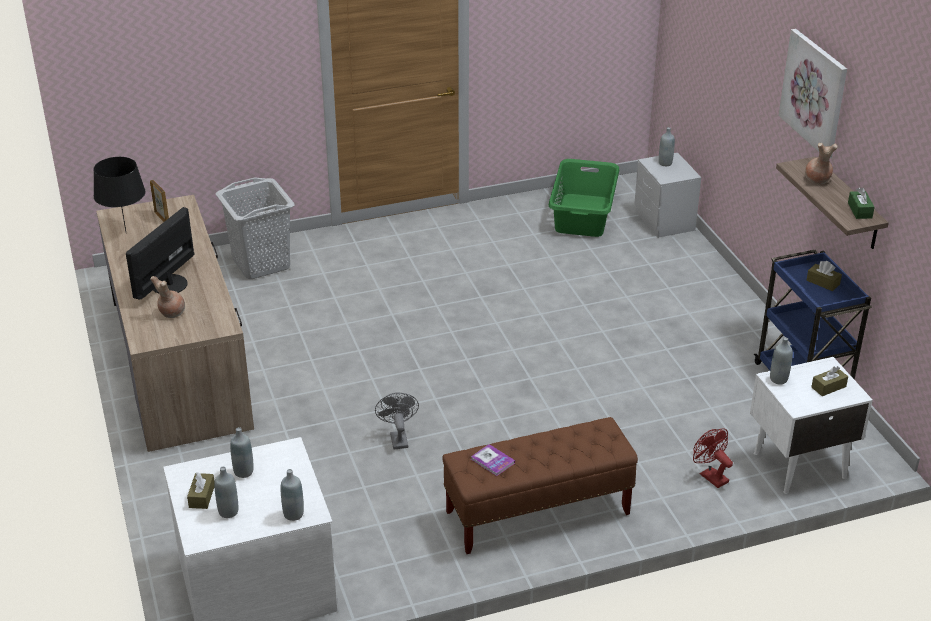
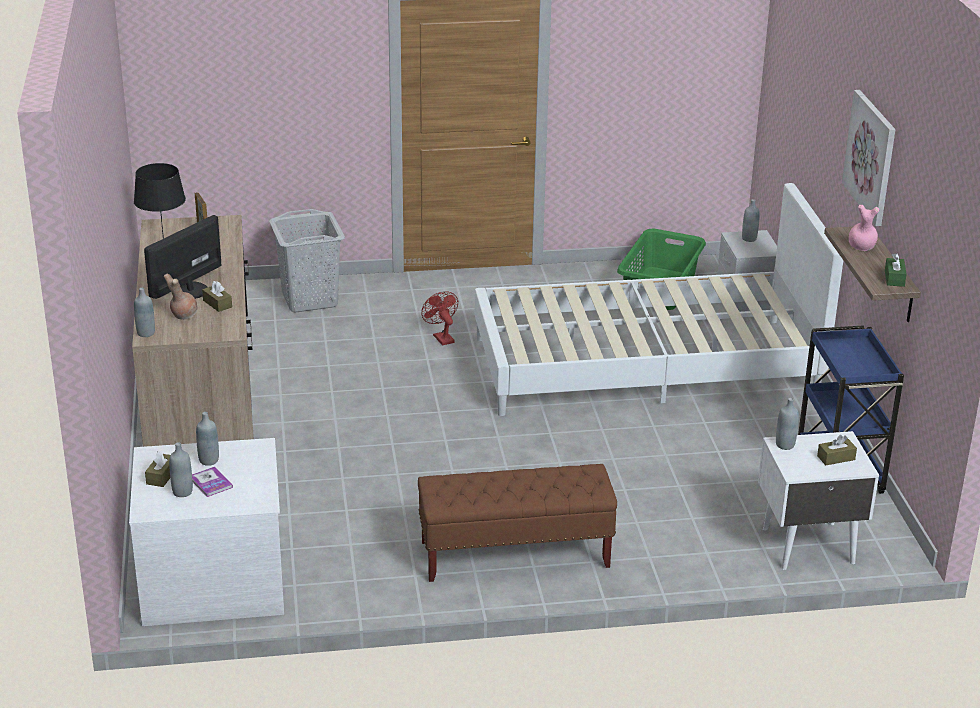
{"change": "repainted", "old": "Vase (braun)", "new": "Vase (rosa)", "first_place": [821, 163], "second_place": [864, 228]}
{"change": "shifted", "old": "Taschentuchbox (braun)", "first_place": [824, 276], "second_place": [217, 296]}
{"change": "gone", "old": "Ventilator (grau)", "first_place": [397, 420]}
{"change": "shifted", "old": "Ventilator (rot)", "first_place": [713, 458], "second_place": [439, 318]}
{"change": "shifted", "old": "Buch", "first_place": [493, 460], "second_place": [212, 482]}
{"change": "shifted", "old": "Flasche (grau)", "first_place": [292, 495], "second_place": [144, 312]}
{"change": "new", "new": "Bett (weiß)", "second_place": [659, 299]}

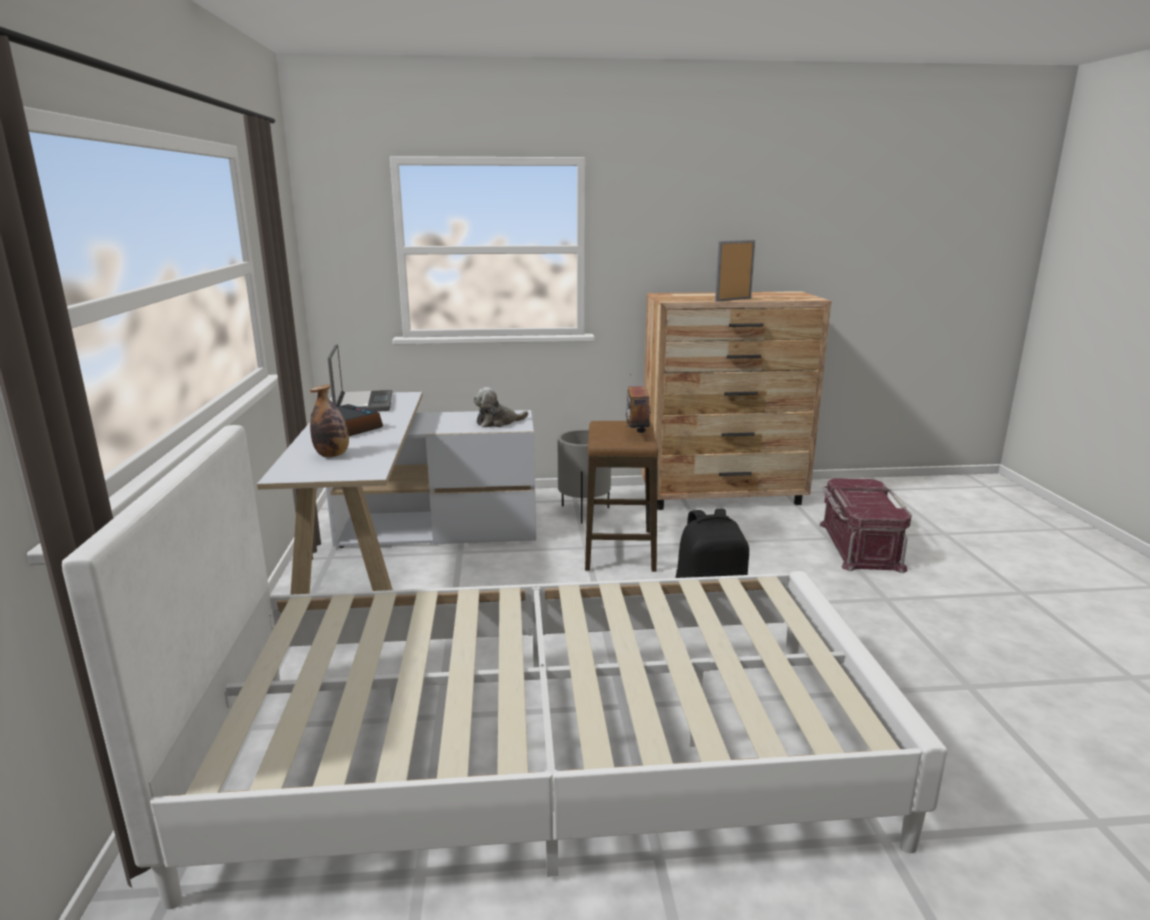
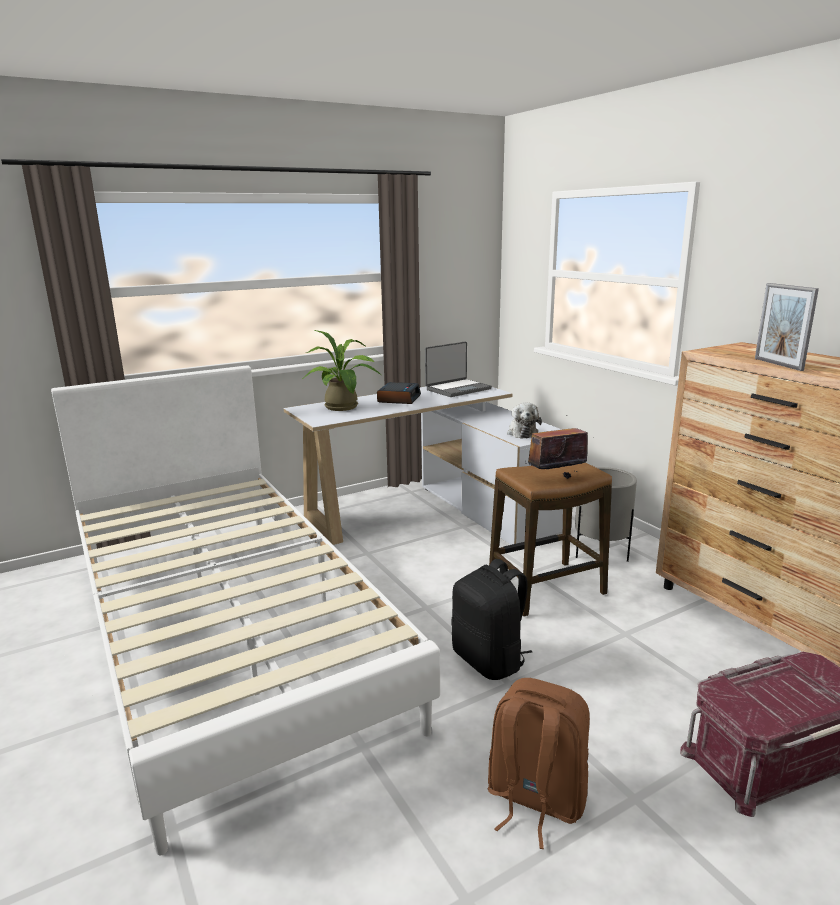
{"change": "rotated", "old": "Bilderrahmen", "first_place": [735, 271], "second_place": [787, 327], "degrees": -135}
{"change": "swapped", "old": "Flasche", "new": "Topfpflanze", "first_place": [329, 421], "second_place": [341, 370]}
{"change": "rotated", "old": "Plüschtier", "first_place": [500, 407], "second_place": [524, 420], "degrees": -135}
{"change": "new", "new": "Rucksack (braun)", "second_place": [538, 763]}

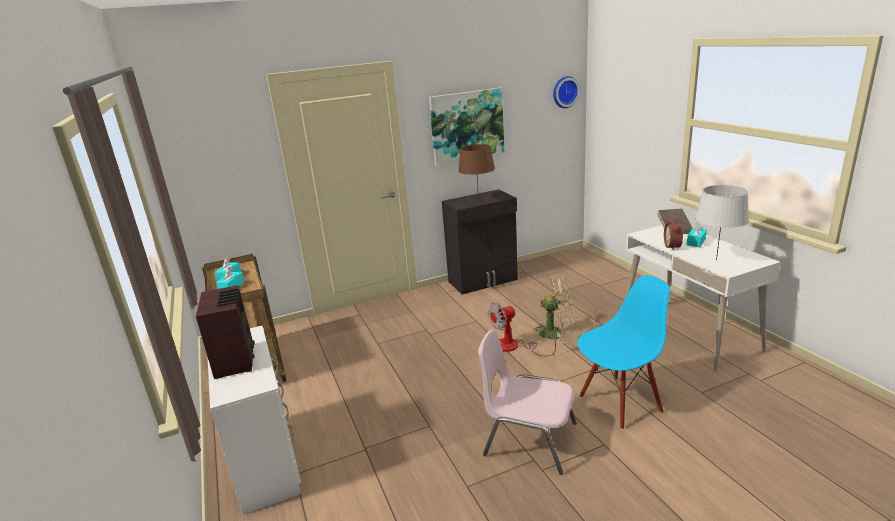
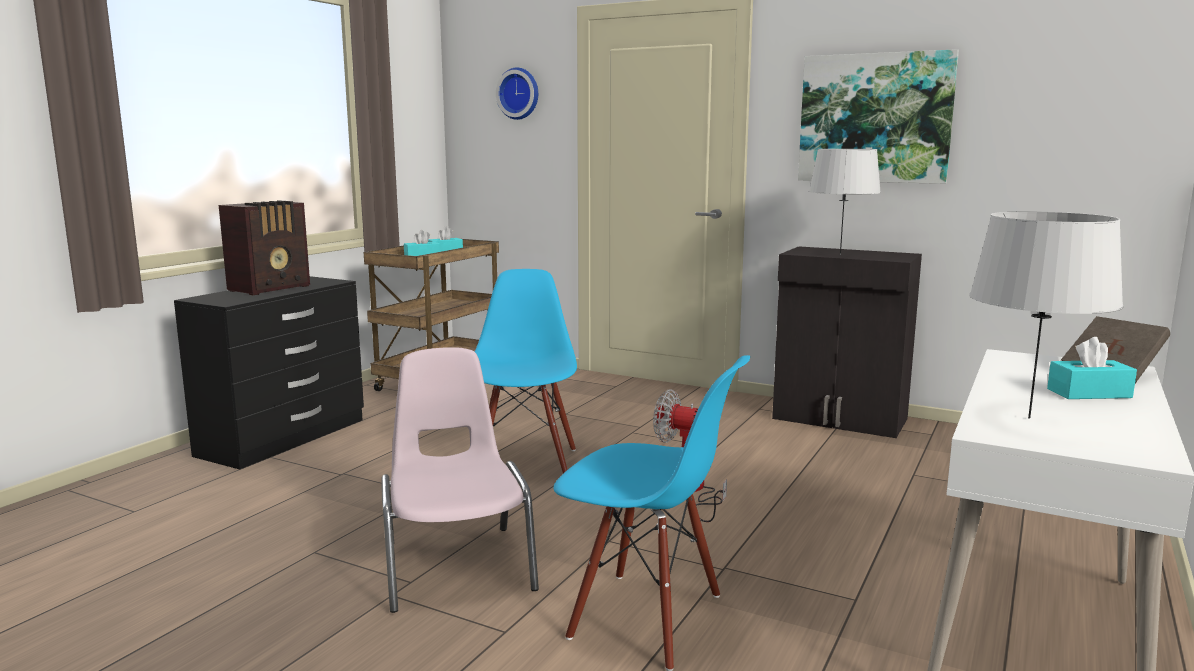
{"change": "shifted", "old": "Wanduhr", "first_place": [566, 92], "second_place": [517, 93]}
{"change": "repainted", "old": "Tischlampe (braun)", "new": "Tischlampe (grau)", "first_place": [477, 173], "second_place": [845, 202]}
{"change": "gone", "old": "Wecker", "first_place": [673, 234]}
{"change": "gone", "old": "Ventilator (grün)", "first_place": [552, 309]}
{"change": "repainted", "old": "Kommode (weiß)", "new": "Kommode (schwarz)", "first_place": [254, 420], "second_place": [269, 372]}
{"change": "new", "new": "Stuhl (blau)", "second_place": [526, 371]}

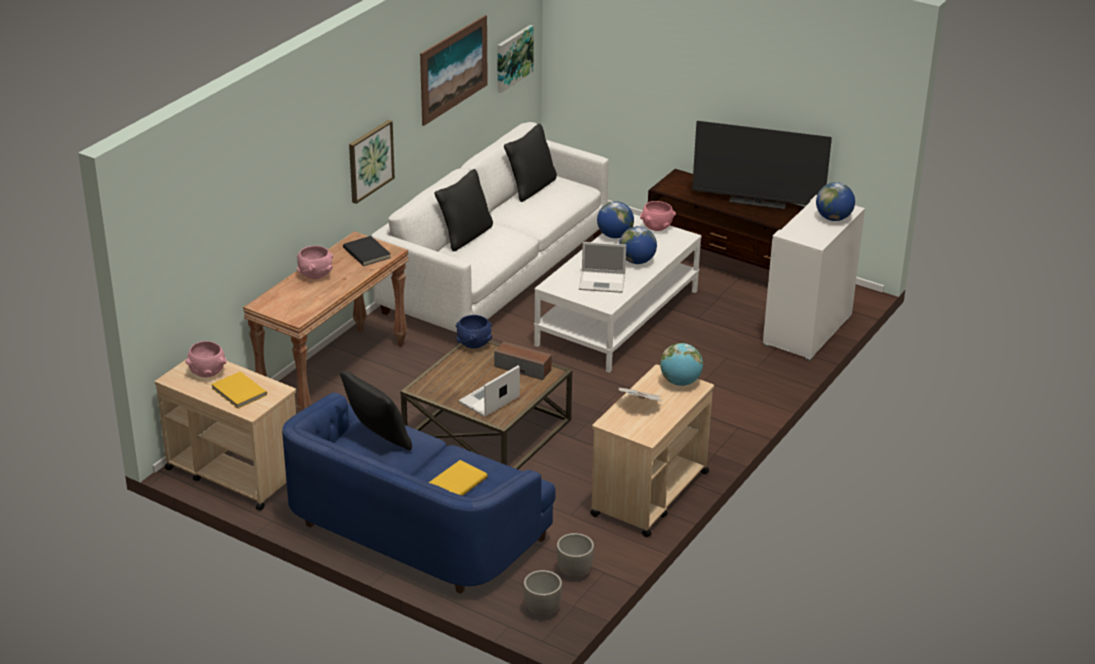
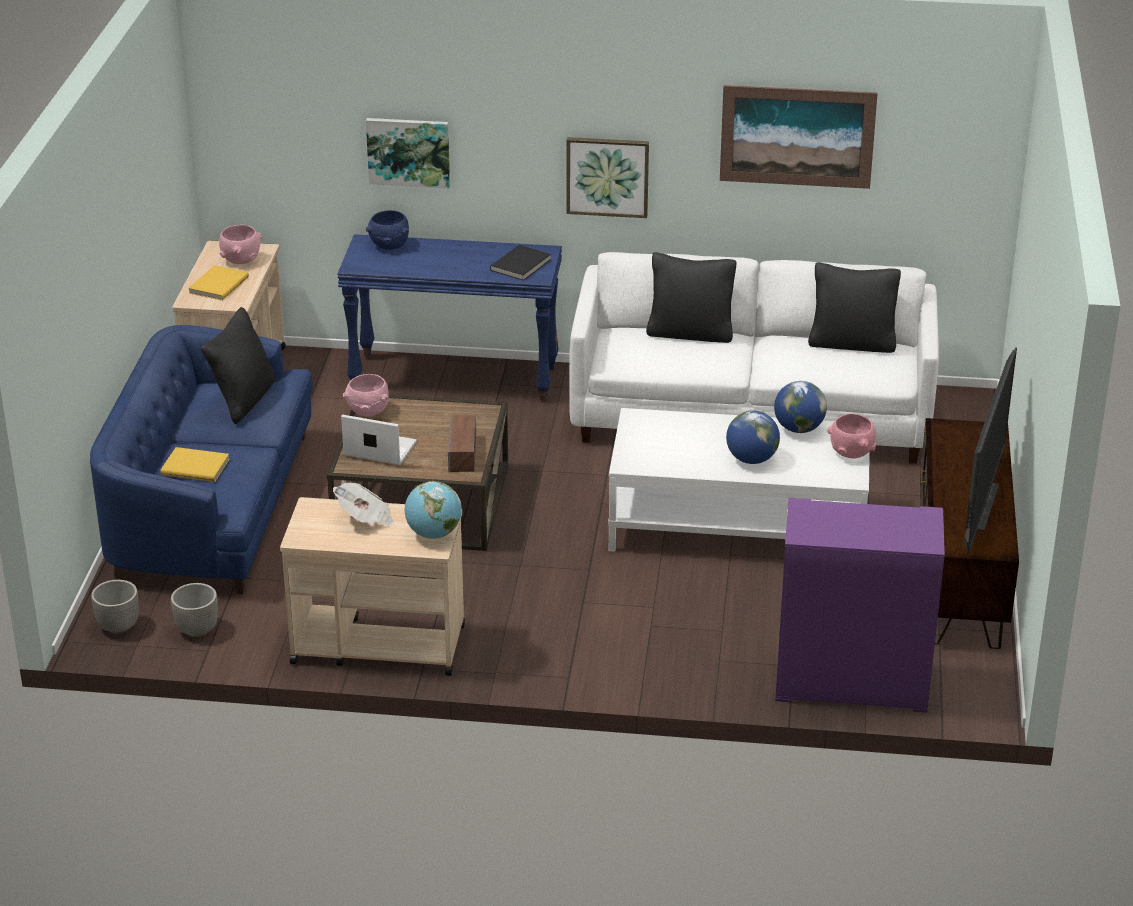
{"change": "shifted", "old": "Bild", "first_place": [516, 59], "second_place": [408, 153]}
{"change": "rotated", "old": "Fernseher", "first_place": [762, 165], "second_place": [990, 451], "degrees": -150}
{"change": "gone", "old": "Globus", "first_place": [835, 201]}
{"change": "repainted", "old": "Schrank (weiß)", "new": "Schrank (lila)", "first_place": [814, 277], "second_place": [860, 605]}
{"change": "repainted", "old": "Konsolentisch (braun)", "new": "Konsolentisch (blau)", "first_place": [326, 321], "second_place": [449, 318]}
{"change": "gone", "old": "Laptop", "first_place": [602, 267]}
{"change": "shifted", "old": "Schüssel (rosa)", "first_place": [315, 262], "second_place": [366, 395]}
{"change": "shifted", "old": "Schüssel (blau)", "first_place": [474, 332], "second_place": [387, 230]}

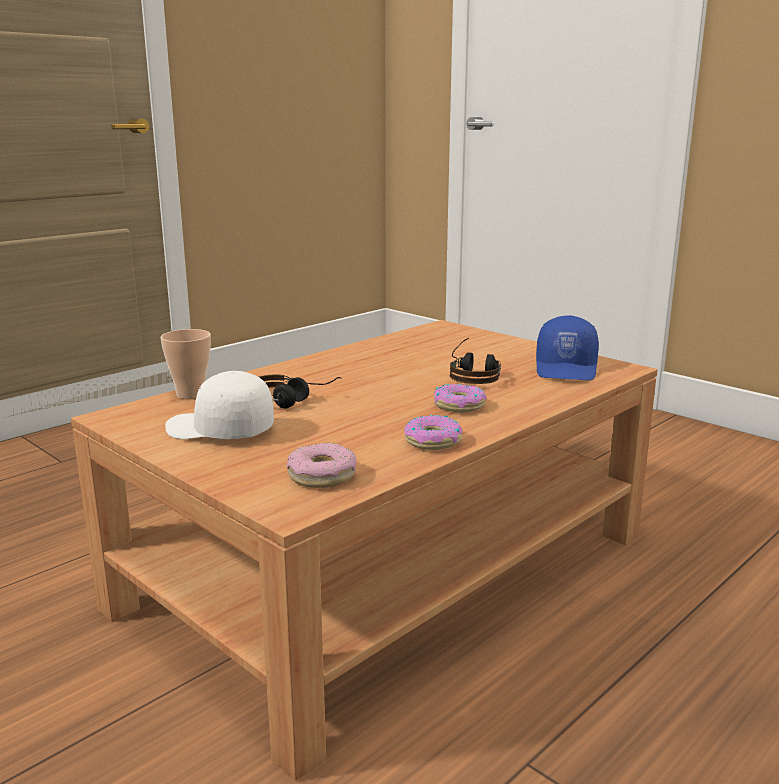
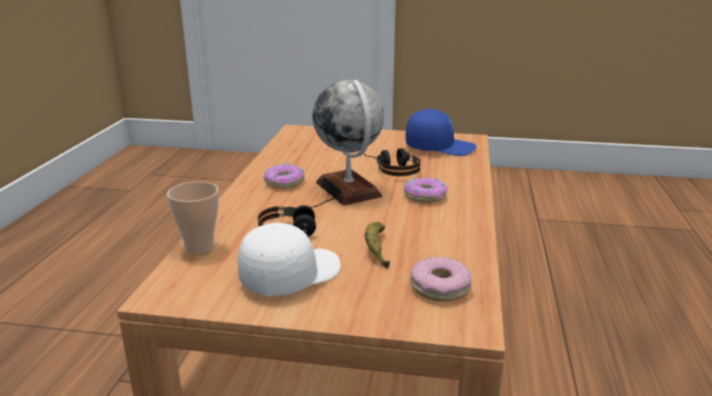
{"change": "rotated", "old": "Kappe (blau)", "first_place": [567, 347], "second_place": [441, 132], "degrees": -60}
{"change": "rotated", "old": "Kappe (weiß)", "first_place": [219, 405], "second_place": [289, 259], "degrees": 150}
{"change": "shifted", "old": "Donut", "first_place": [433, 432], "second_place": [284, 175]}
{"change": "new", "new": "Globus", "second_place": [348, 142]}
{"change": "new", "new": "Banane", "second_place": [377, 245]}

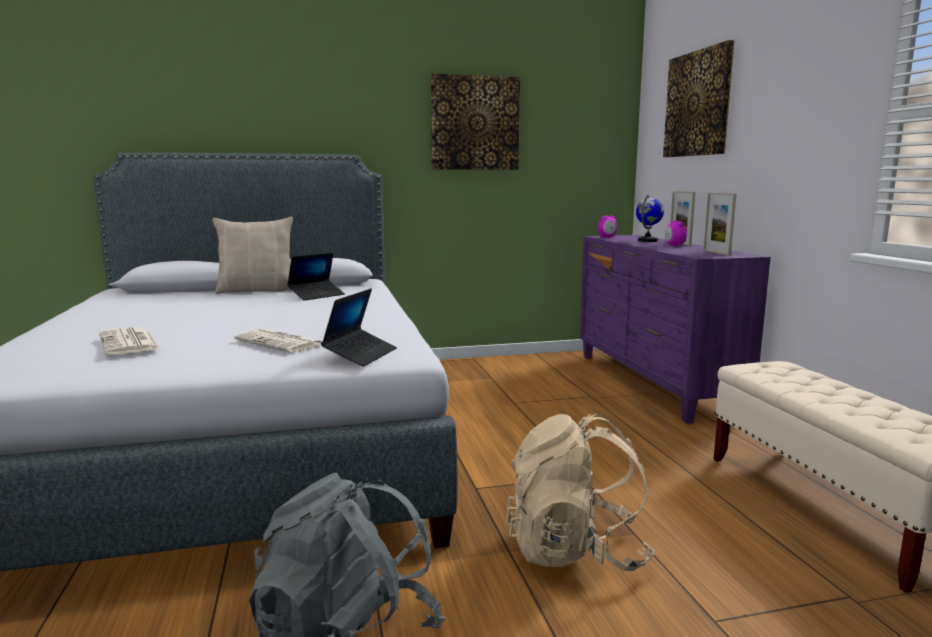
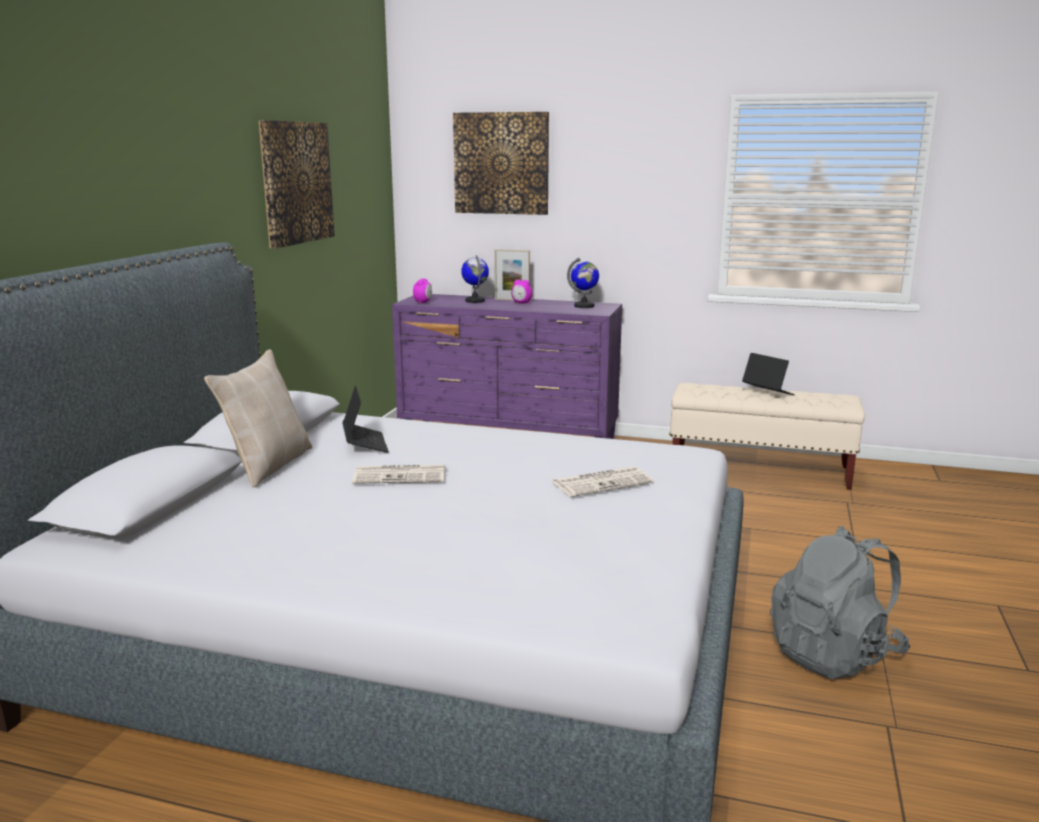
{"change": "swapped", "old": "Bilderrahmen", "new": "Globus", "first_place": [720, 224], "second_place": [583, 283]}
{"change": "shifted", "old": "Laptop", "first_place": [359, 328], "second_place": [768, 374]}
{"change": "shifted", "old": "Zeitung", "first_place": [129, 341], "second_place": [398, 474]}
{"change": "gone", "old": "Rucksack (beige)", "first_place": [580, 492]}

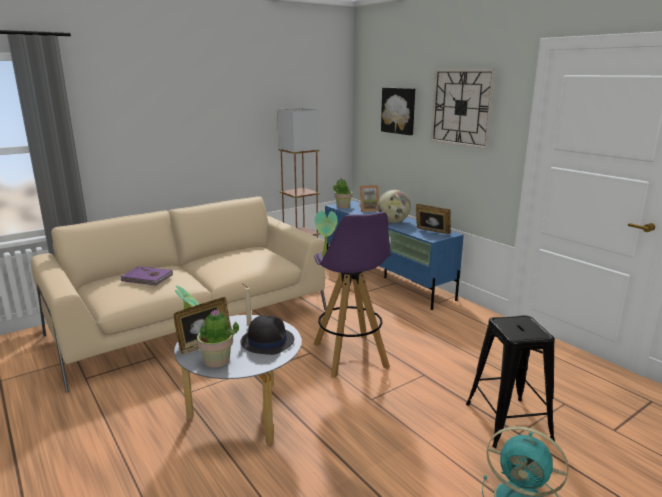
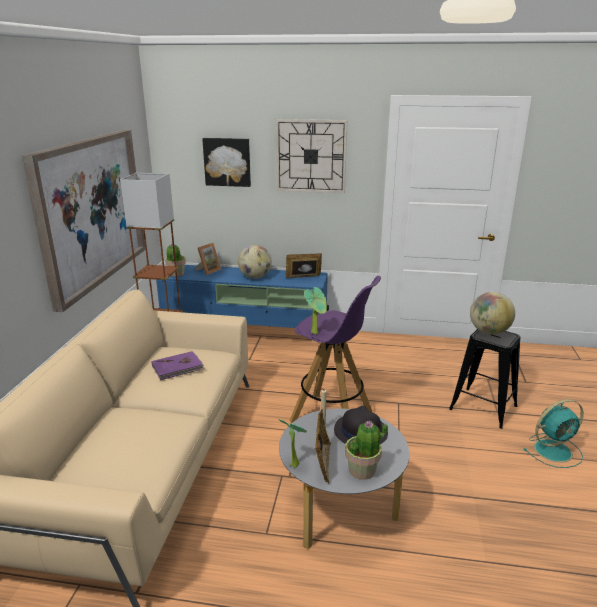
{"change": "shifted", "old": "Buch (lila)", "first_place": [146, 276], "second_place": [177, 365]}
{"change": "new", "new": "Bild", "second_place": [83, 221]}
{"change": "new", "new": "Globus", "second_place": [492, 313]}

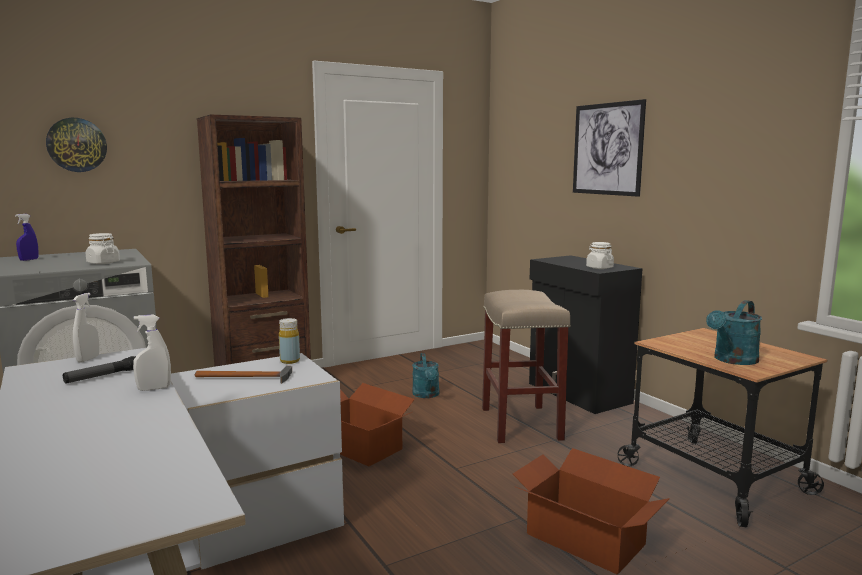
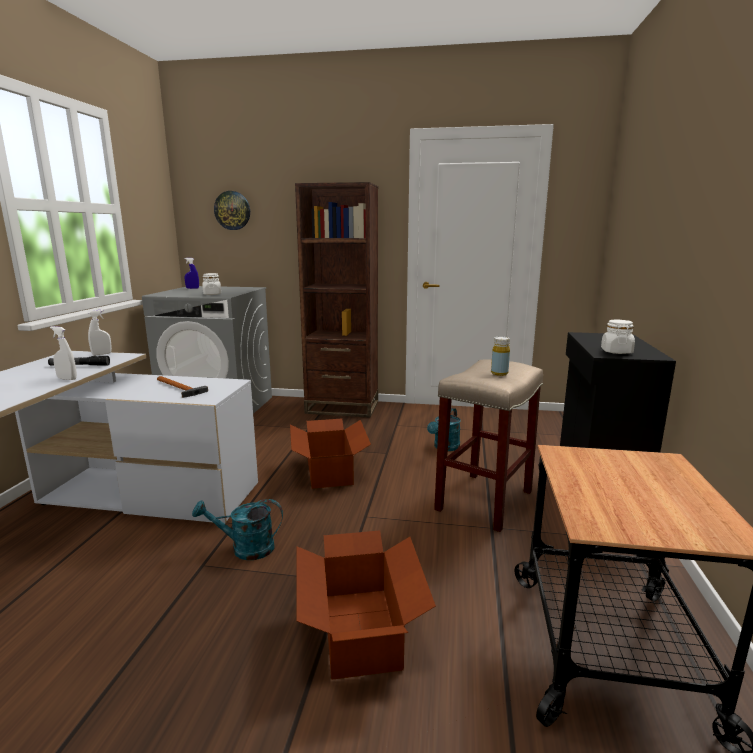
{"change": "gone", "old": "Bild", "first_place": [609, 148]}
{"change": "shifted", "old": "Gießkanne (türkis)", "first_place": [734, 332], "second_place": [237, 529]}
{"change": "shifted", "old": "Flasche (gelb)", "first_place": [289, 341], "second_place": [500, 356]}

